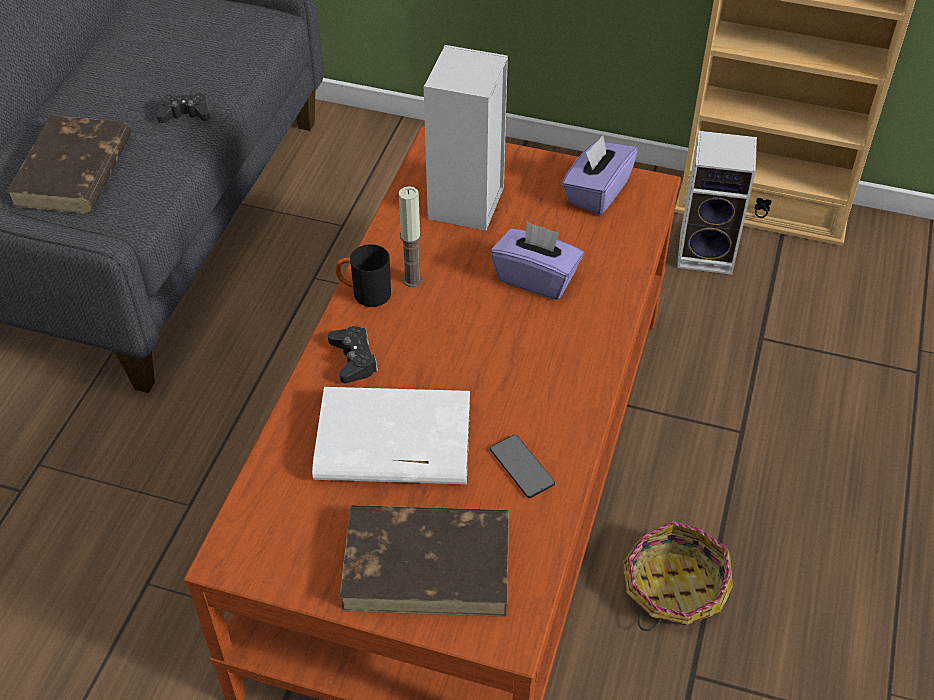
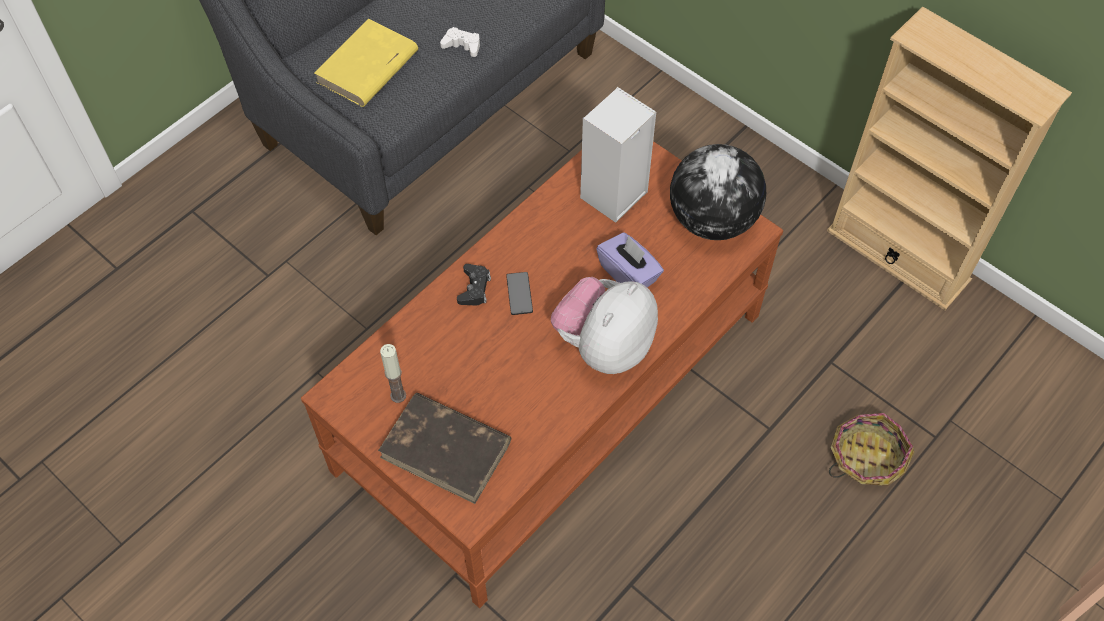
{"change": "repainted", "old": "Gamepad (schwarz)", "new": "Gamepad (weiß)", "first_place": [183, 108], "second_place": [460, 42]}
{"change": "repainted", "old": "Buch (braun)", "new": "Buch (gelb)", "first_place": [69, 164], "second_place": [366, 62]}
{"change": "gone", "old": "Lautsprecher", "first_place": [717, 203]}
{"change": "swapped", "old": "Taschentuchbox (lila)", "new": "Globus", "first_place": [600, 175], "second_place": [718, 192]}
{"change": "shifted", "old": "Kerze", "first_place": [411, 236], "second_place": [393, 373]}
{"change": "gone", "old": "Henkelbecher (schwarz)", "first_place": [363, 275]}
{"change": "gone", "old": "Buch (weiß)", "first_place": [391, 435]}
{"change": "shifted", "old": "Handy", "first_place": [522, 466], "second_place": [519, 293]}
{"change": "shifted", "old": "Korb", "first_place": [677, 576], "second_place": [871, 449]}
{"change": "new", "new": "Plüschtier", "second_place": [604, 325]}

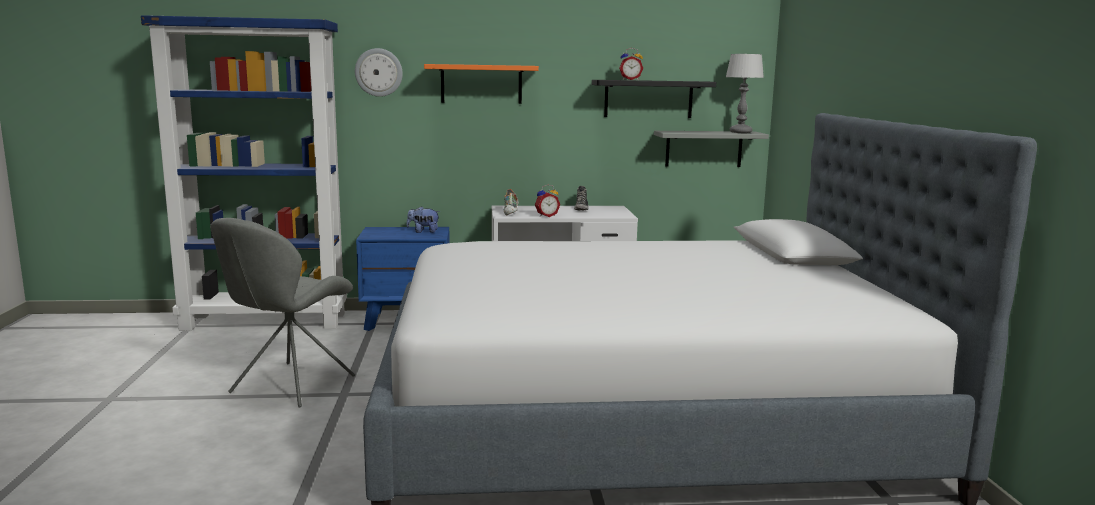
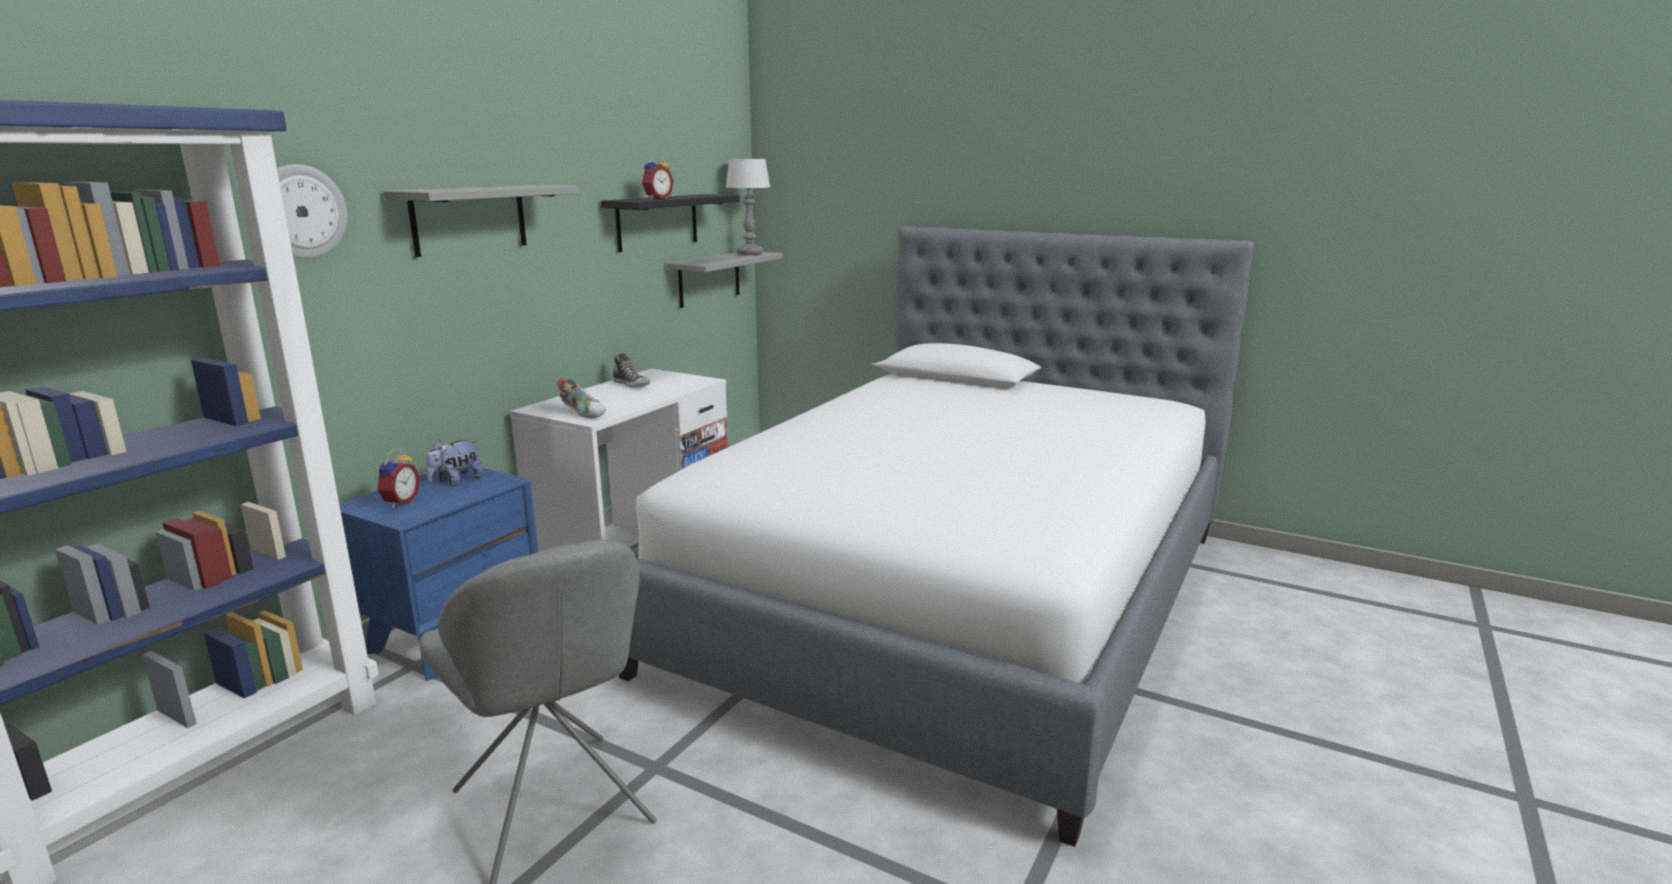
{"change": "repainted", "old": "Wandregal (orange)", "new": "Wandregal (grau)", "first_place": [481, 84], "second_place": [481, 221]}
{"change": "shifted", "old": "Wecker", "first_place": [547, 201], "second_place": [398, 478]}

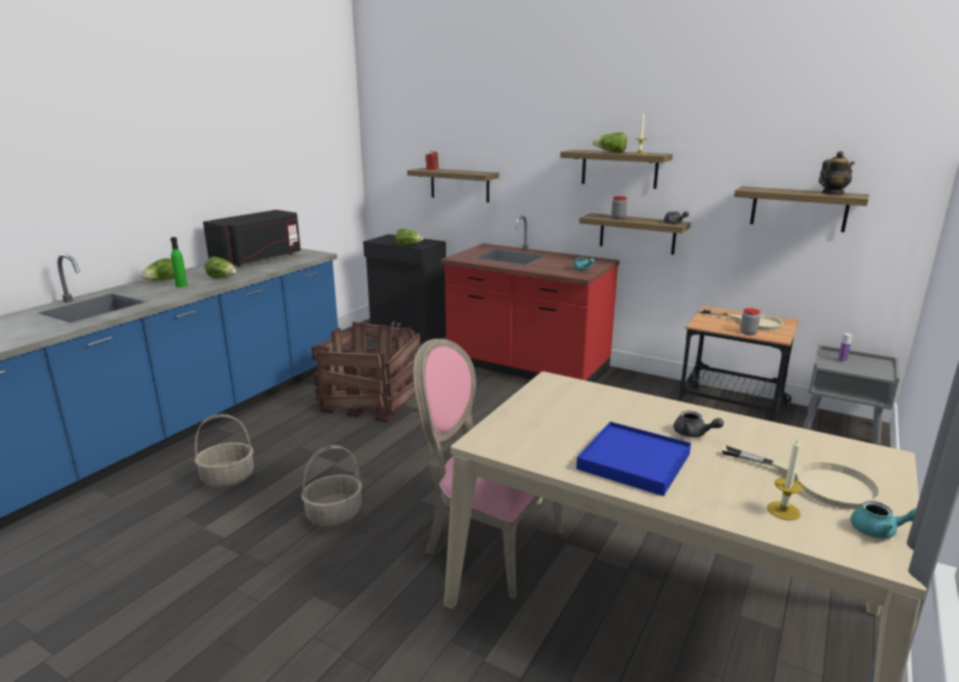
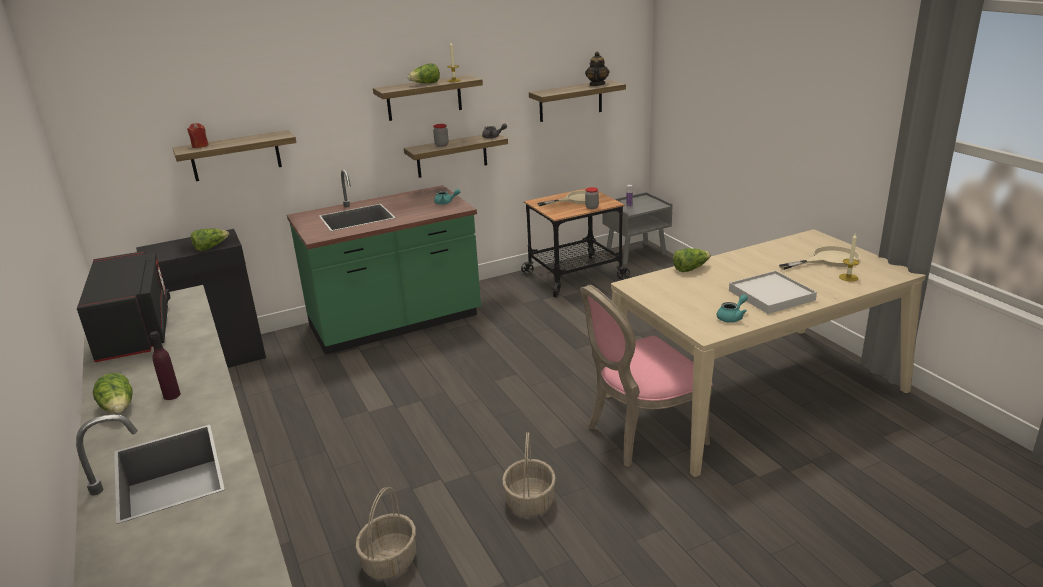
{"change": "repainted", "old": "Küchenzeile (rot)", "new": "Küchenzeile (grün)", "first_place": [530, 299], "second_place": [384, 262]}
{"change": "repainted", "old": "Flasche (grün)", "new": "Flasche (lila)", "first_place": [179, 262], "second_place": [165, 365]}
{"change": "shifted", "old": "Salatkopf", "first_place": [220, 267], "second_place": [692, 260]}
{"change": "gone", "old": "Kiste", "first_place": [366, 372]}
{"change": "gone", "old": "Teekanne (grau)", "first_place": [698, 424]}
{"change": "repainted", "old": "Tablett (blau)", "new": "Tablett (weiß)", "first_place": [633, 459], "second_place": [773, 292]}
{"change": "shifted", "old": "Teekanne (türkis)", "first_place": [883, 519], "second_place": [732, 308]}

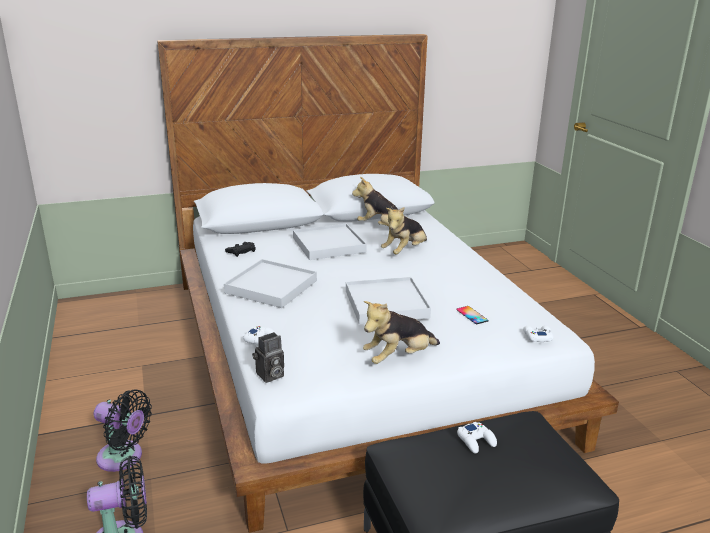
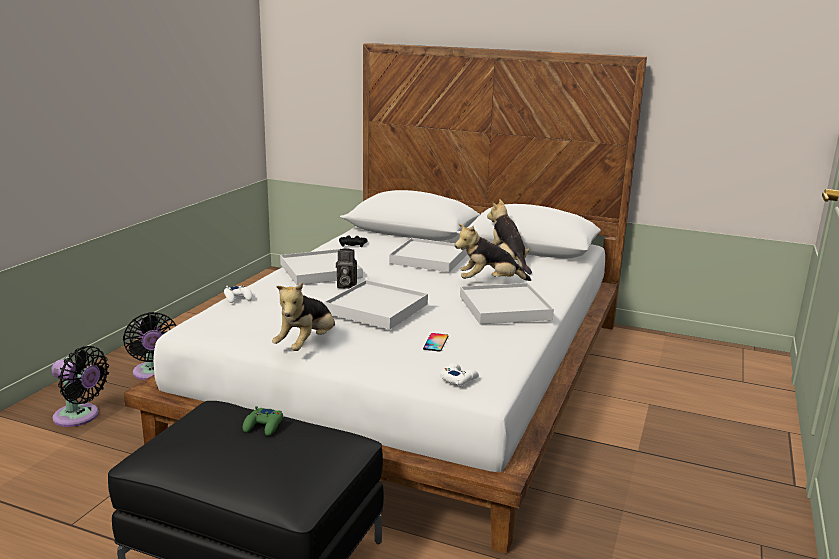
{"change": "rotated", "old": "Plüschtier", "first_place": [401, 332], "second_place": [303, 316], "degrees": -75}
{"change": "shifted", "old": "Kamera", "first_place": [268, 357], "second_place": [346, 268]}
{"change": "repainted", "old": "Gamepad (weiß)", "new": "Gamepad (grün)", "first_place": [477, 438], "second_place": [263, 421]}
{"change": "new", "new": "Tablett (weiß)", "second_place": [507, 304]}

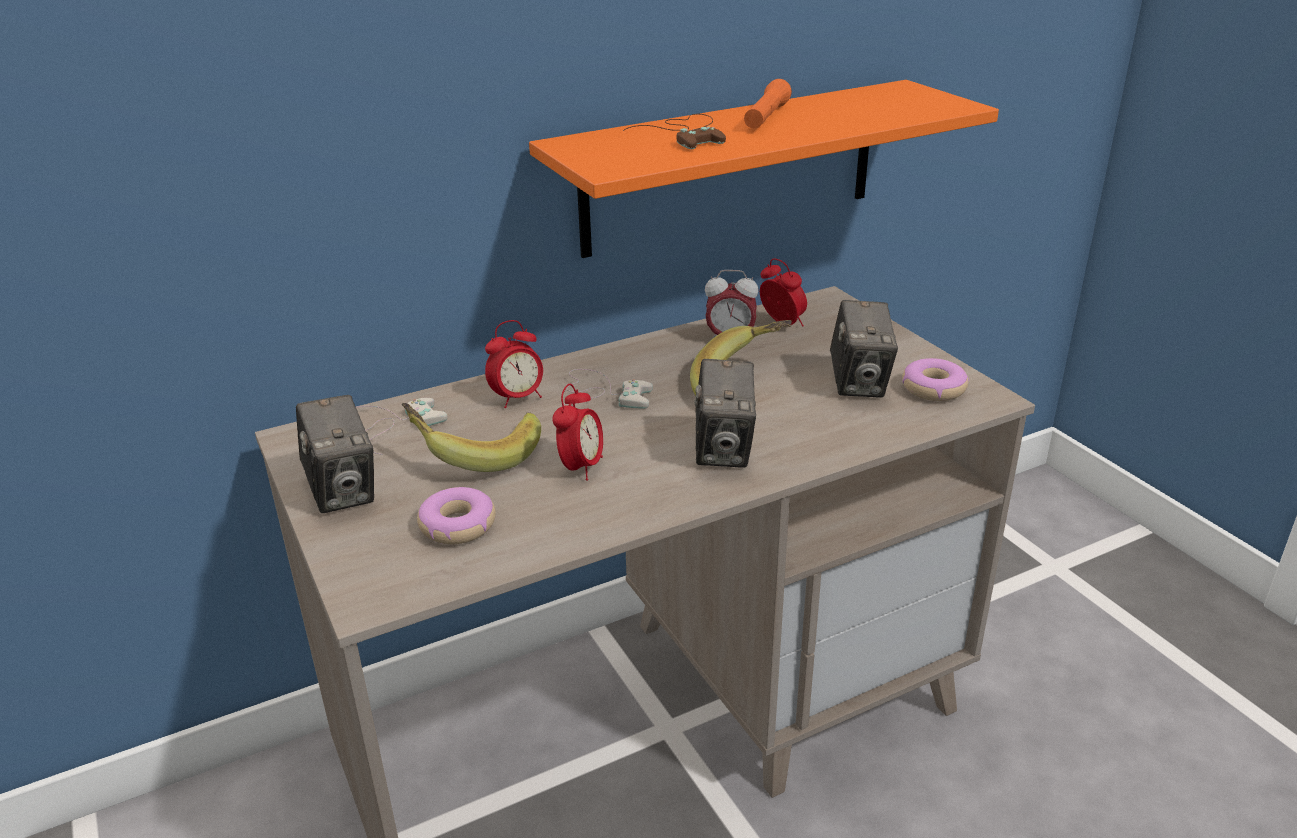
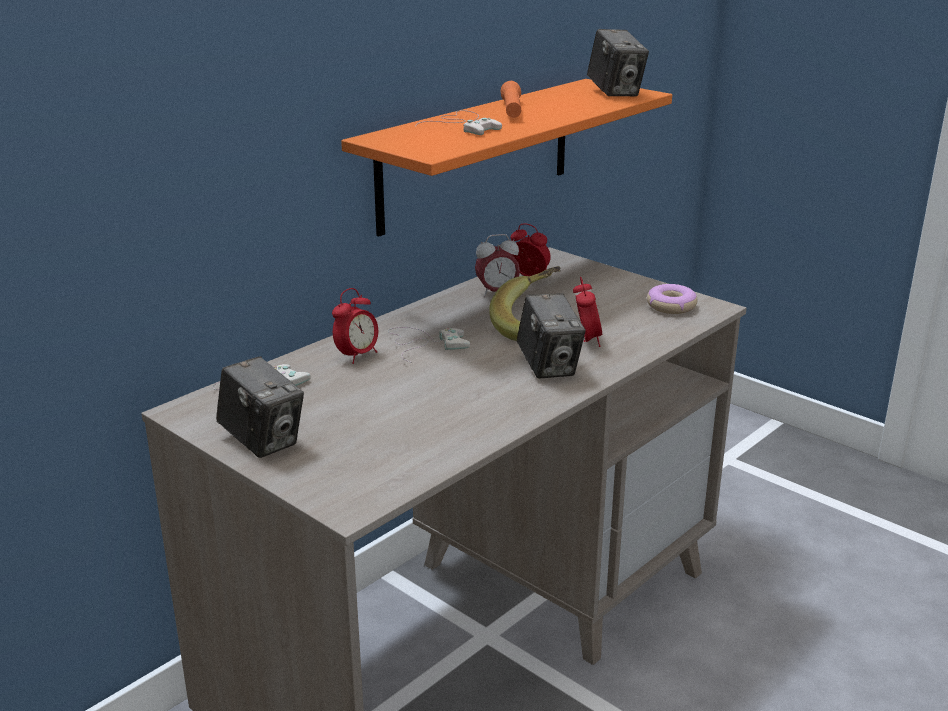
{"change": "repainted", "old": "Gamepad (braun)", "new": "Gamepad (weiß)", "first_place": [674, 131], "second_place": [459, 122]}
{"change": "shifted", "old": "Kamera", "first_place": [864, 349], "second_place": [618, 62]}
{"change": "shifted", "old": "Wecker", "first_place": [577, 432], "second_place": [587, 311]}
{"change": "gone", "old": "Banane", "first_place": [471, 437]}
{"change": "gone", "old": "Donut", "first_place": [456, 515]}

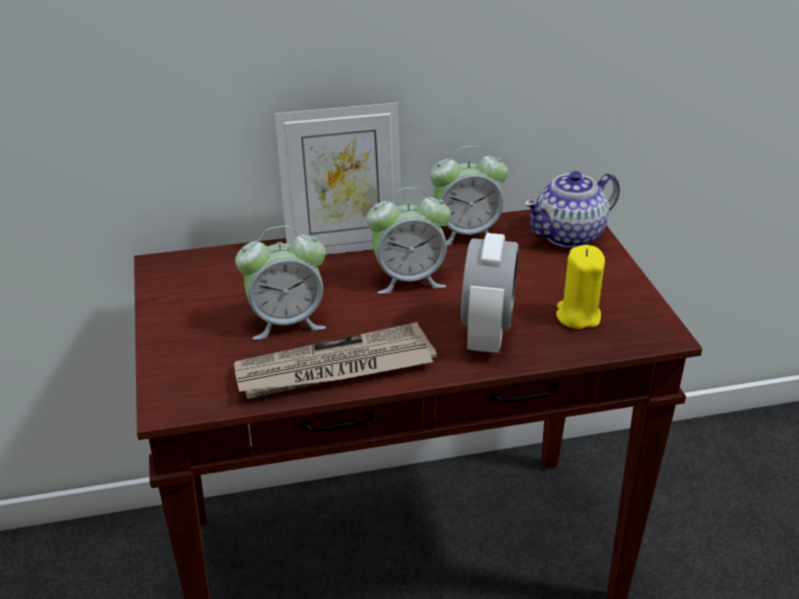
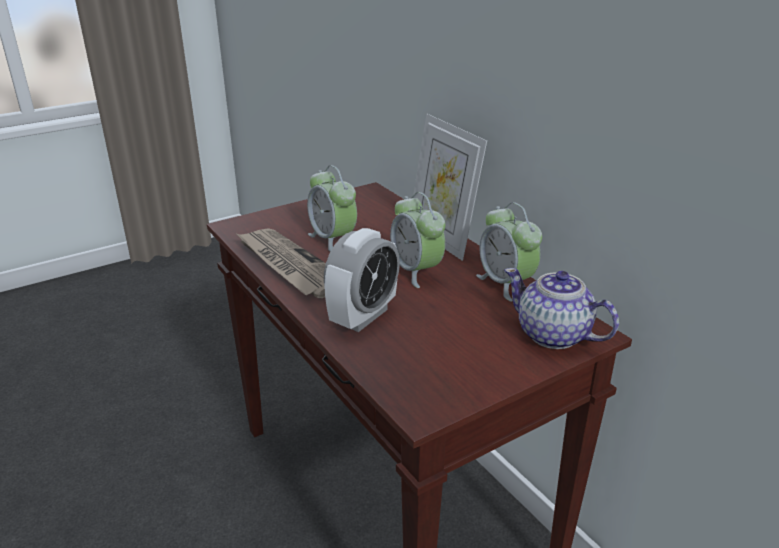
{"change": "rotated", "old": "Wecker", "first_place": [490, 293], "second_place": [362, 280], "degrees": -45}
{"change": "gone", "old": "Kerze (gelb)", "first_place": [580, 287]}

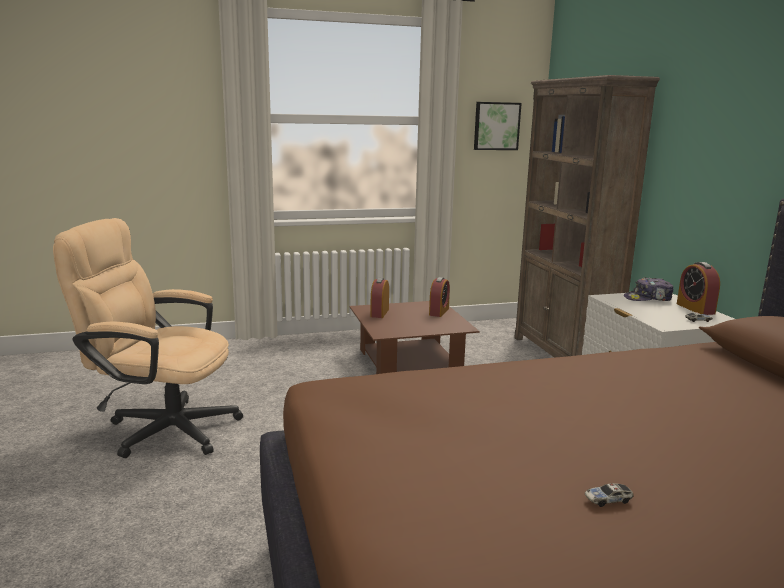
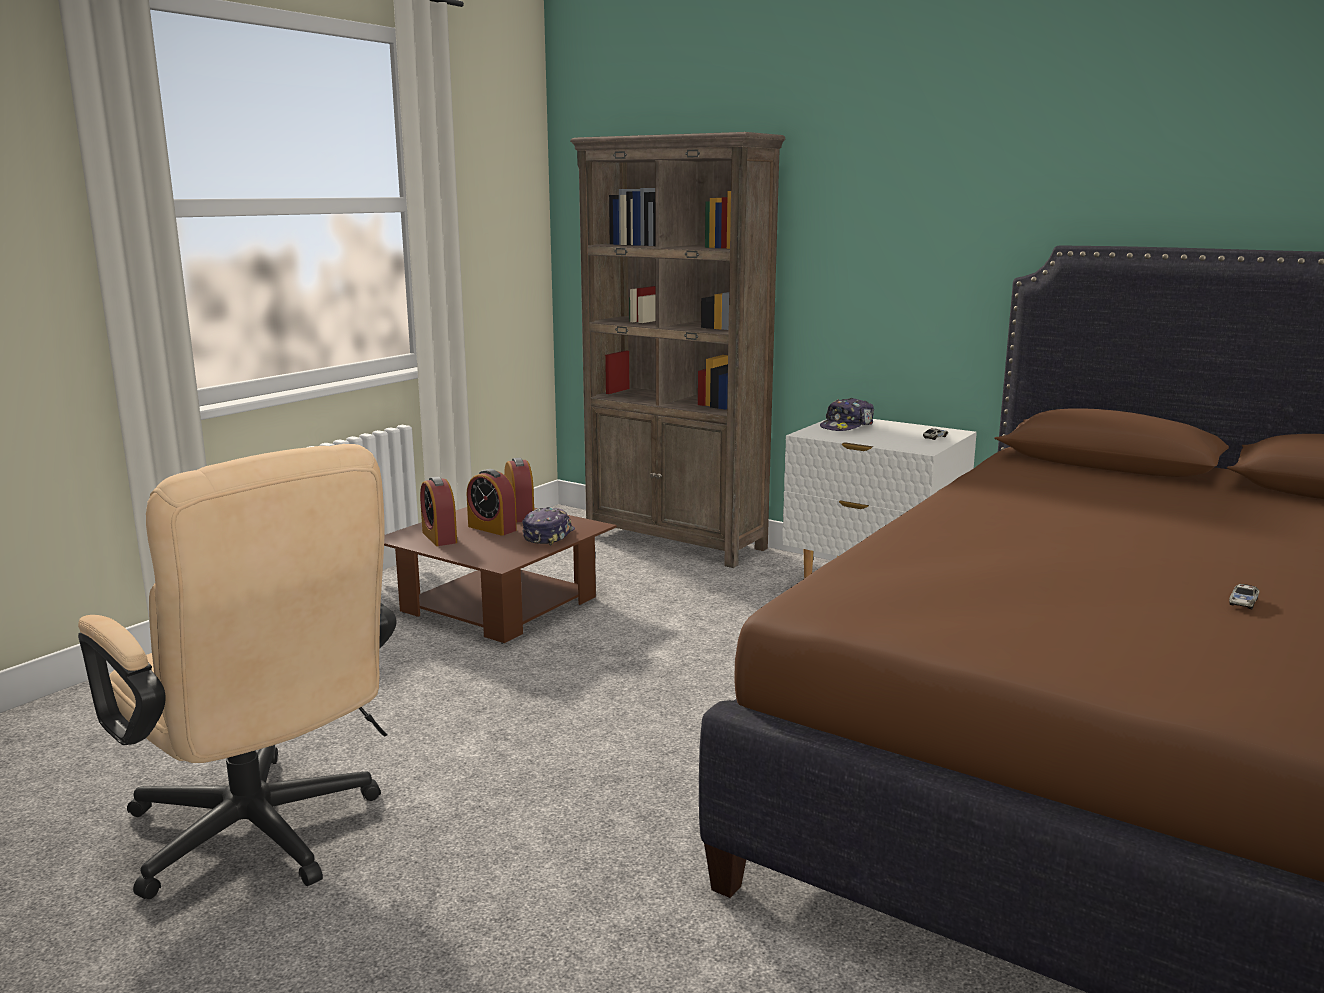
{"change": "gone", "old": "Bild", "first_place": [498, 126]}
{"change": "rotated", "old": "Bürostuhl (beige)", "first_place": [148, 338], "second_place": [237, 671], "degrees": -105}
{"change": "shifted", "old": "Wecker", "first_place": [698, 288], "second_place": [492, 502]}
{"change": "new", "new": "Kappe", "second_place": [548, 526]}

